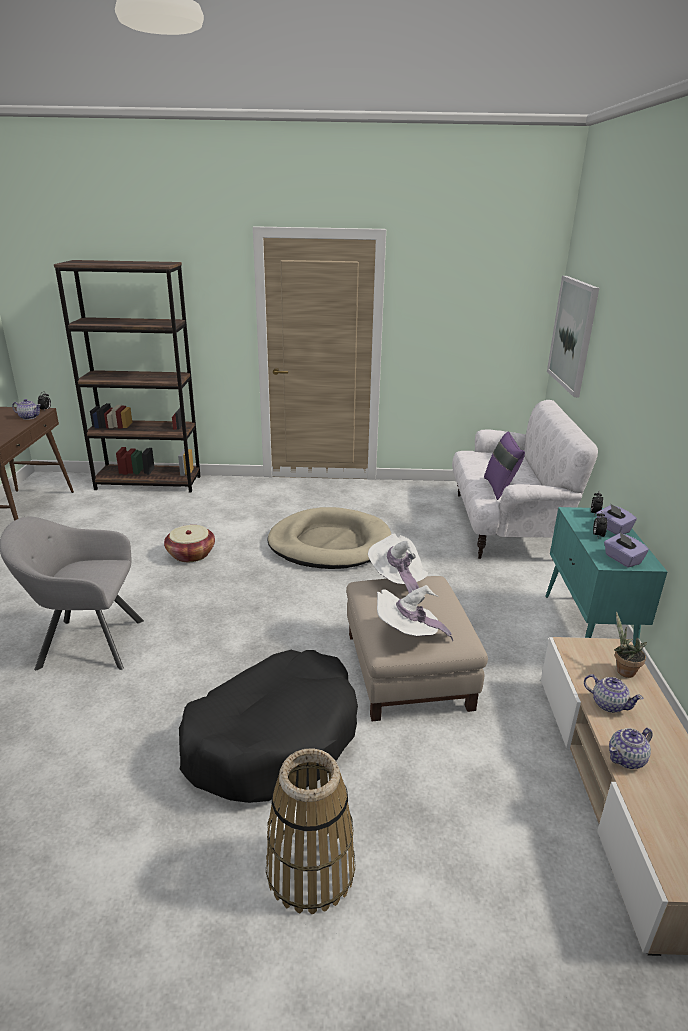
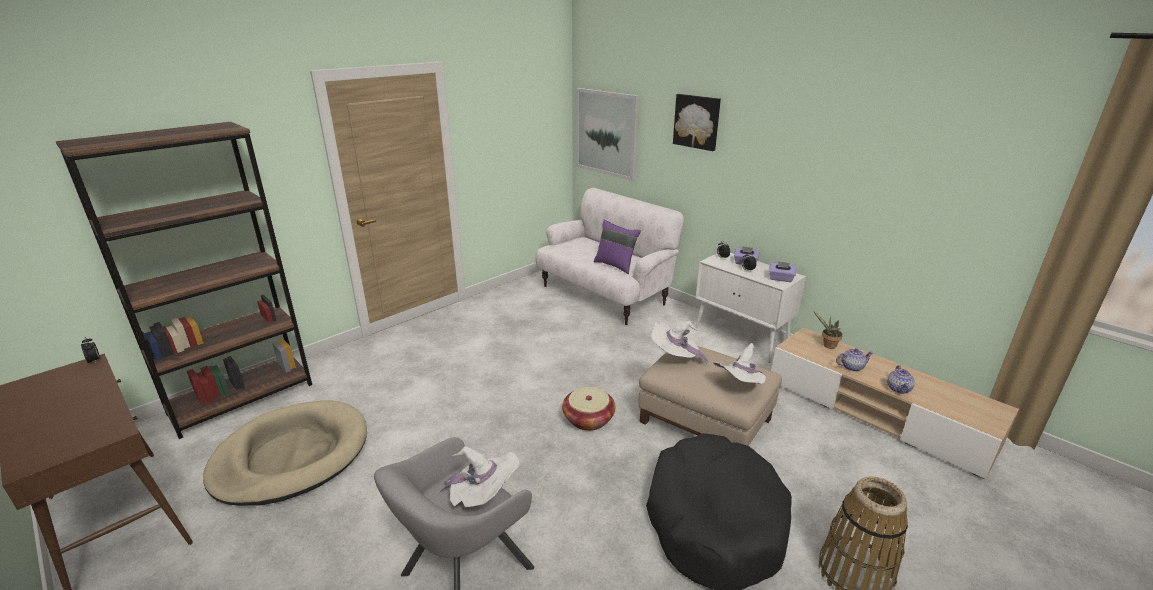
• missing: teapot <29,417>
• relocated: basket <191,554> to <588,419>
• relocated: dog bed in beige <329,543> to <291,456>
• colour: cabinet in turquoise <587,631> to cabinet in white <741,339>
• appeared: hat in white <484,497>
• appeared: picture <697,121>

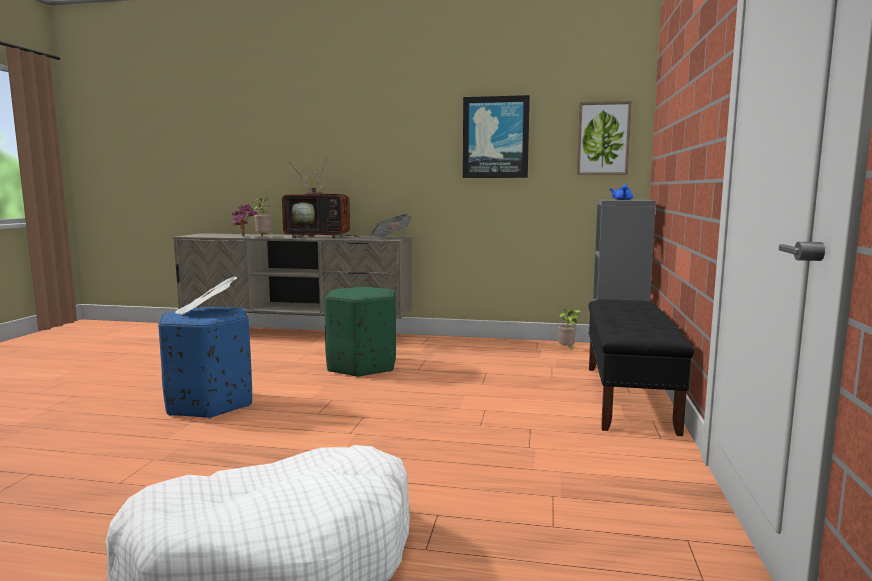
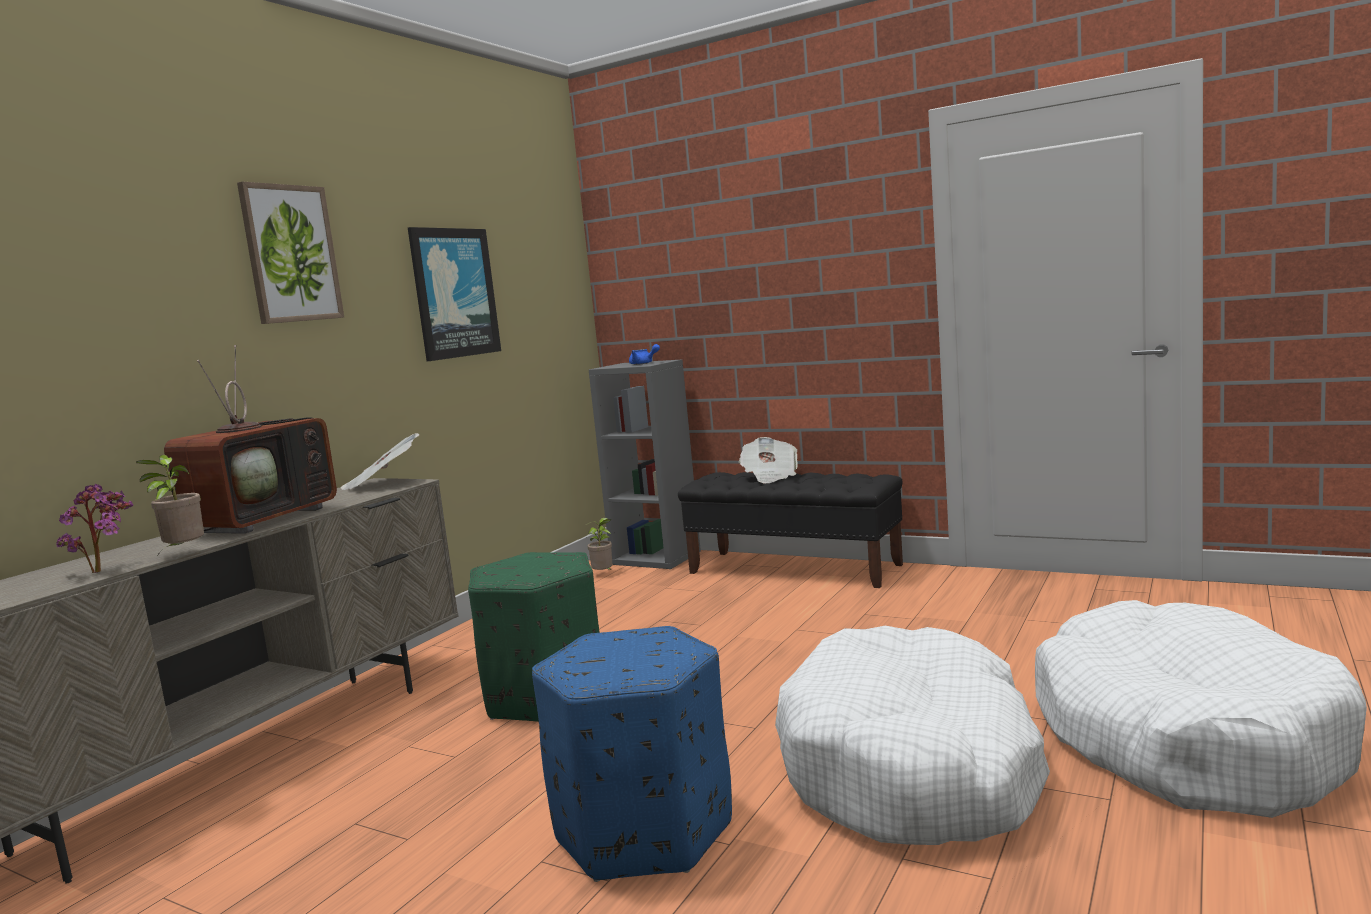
• relocated: newspaper <206,312> to <770,476>
• relocated: picture <603,138> to <290,254>
• appeared: dog bed in white <911,767>

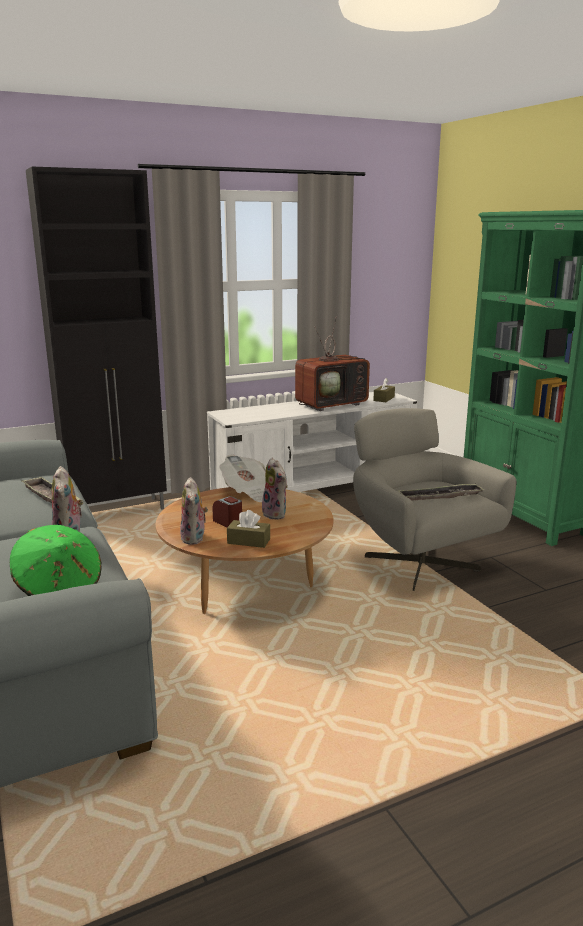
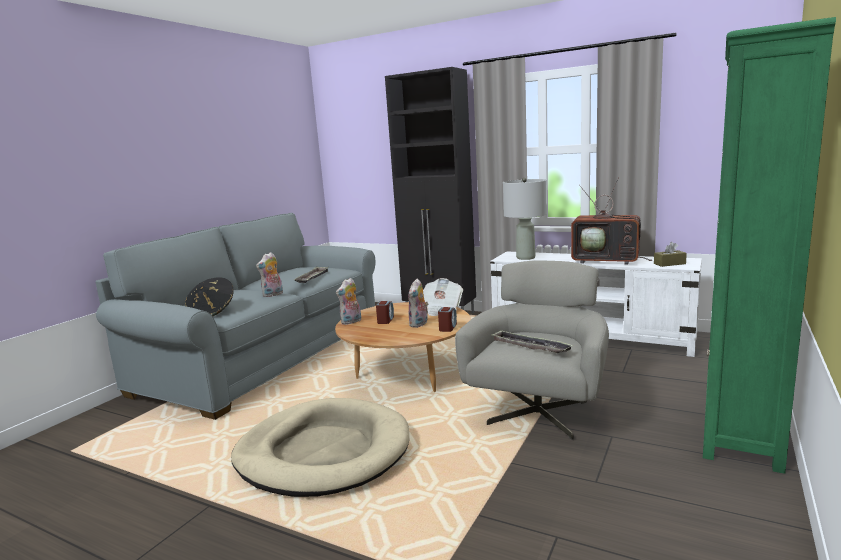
• colour: hat in green <59,588> to hat in black <212,312>
• missing: tissue box in brown <248,541>
• appeared: dog bed in beige <323,452>
• appeared: alarm clock <447,327>
• appeared: table lamp in grey <526,257>

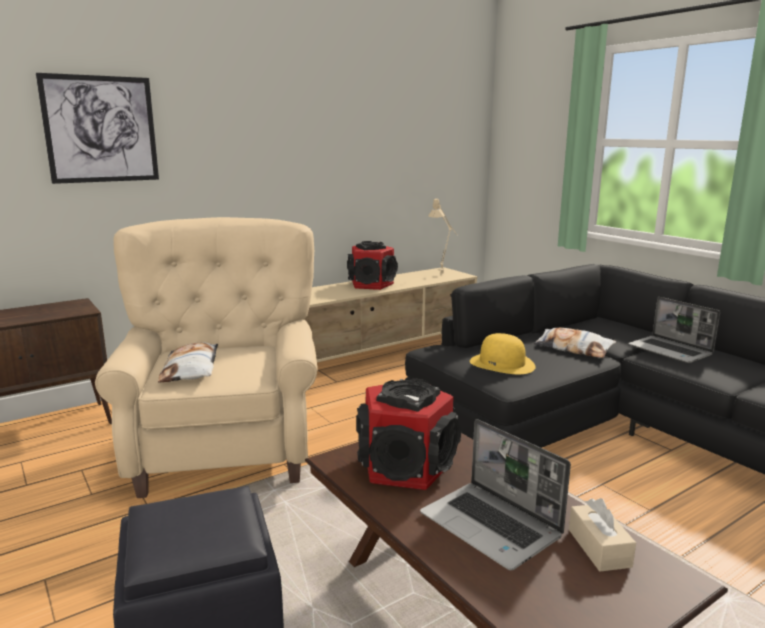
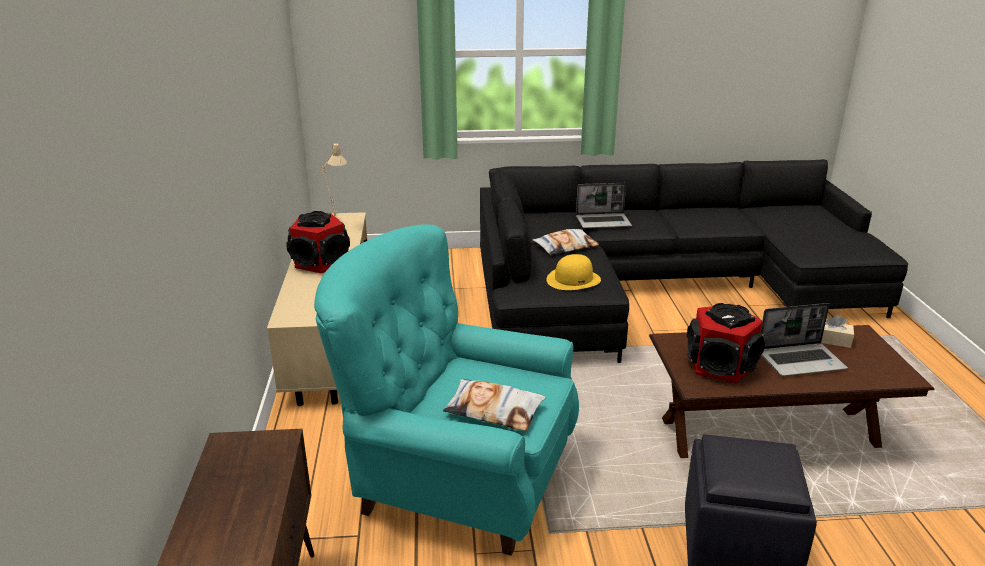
• missing: picture <101,129>
• colour: armchair in beige <226,447> to armchair in turquoise <455,479>

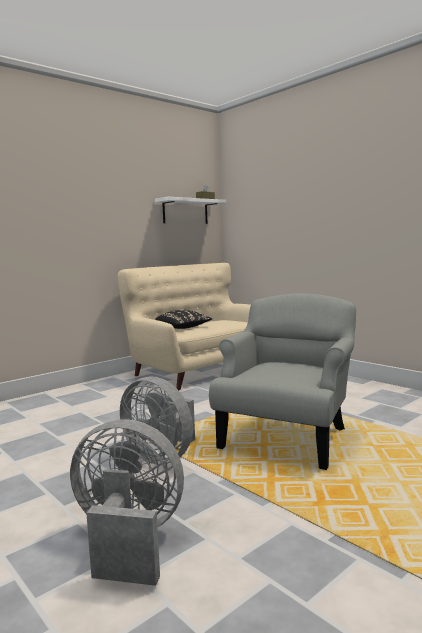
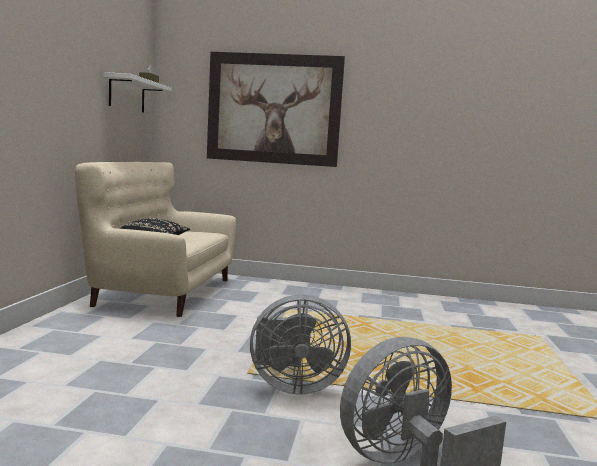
• missing: armchair in grey <287,438>
• appeared: picture <273,109>

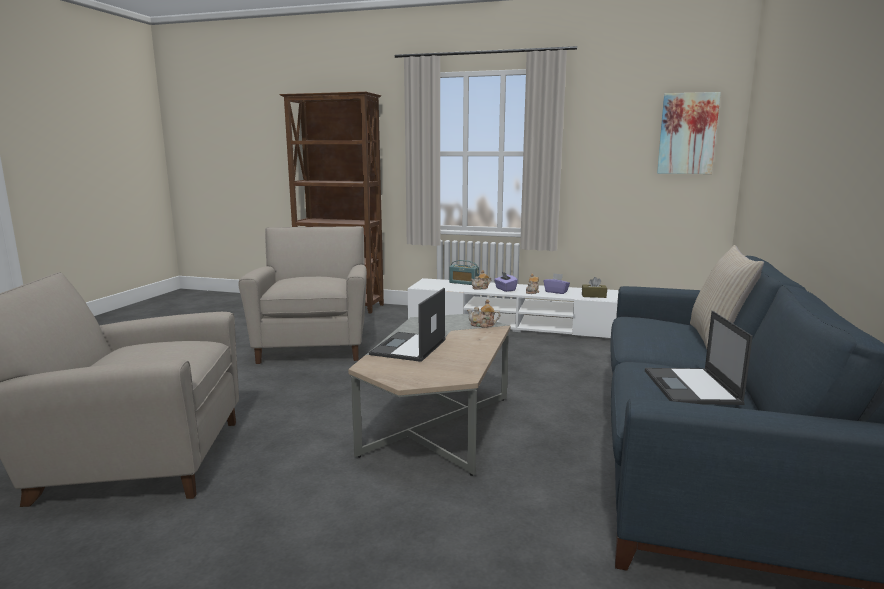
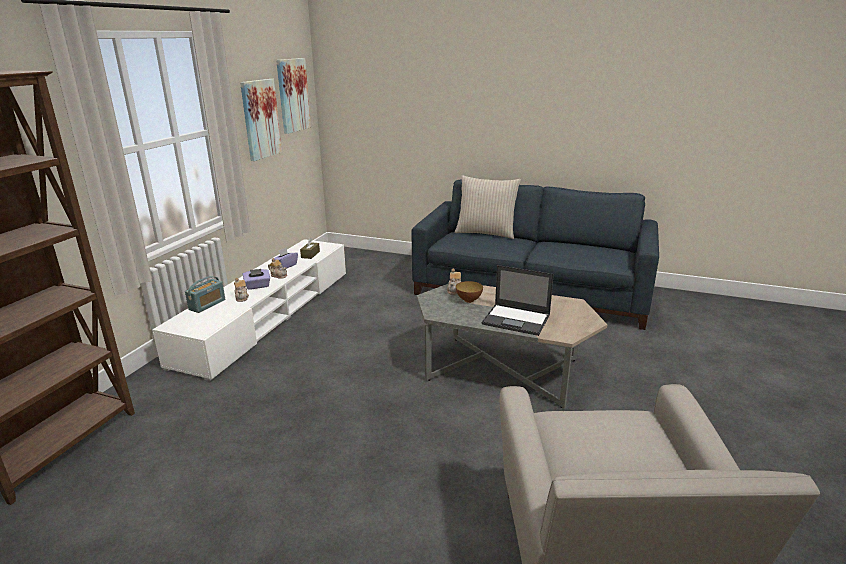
• missing: armchair in beige <314,343>
• missing: laptop <692,387>
• appeared: picture <260,119>
• appeared: bowl <469,300>

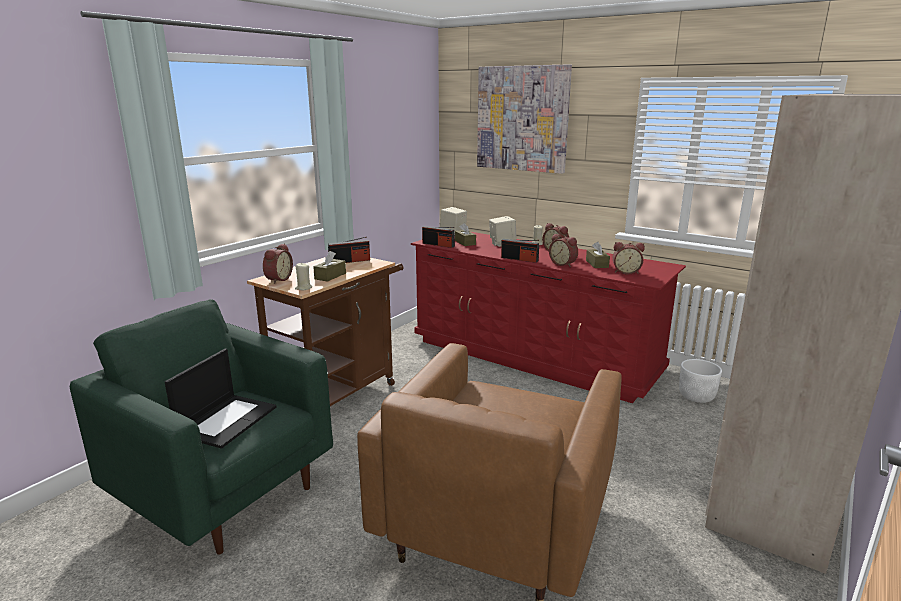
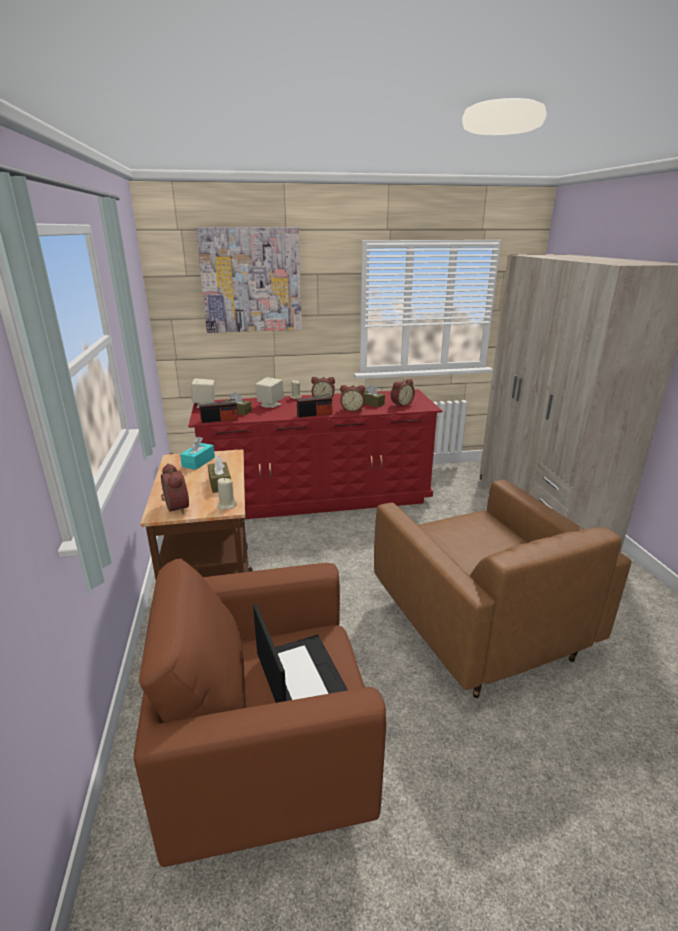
• colour: armchair in green <224,493> to armchair in brown <267,762>
• exchanged: radio <350,261> to tissue box in turquoise <198,462>
• missing: planter in white <696,396>

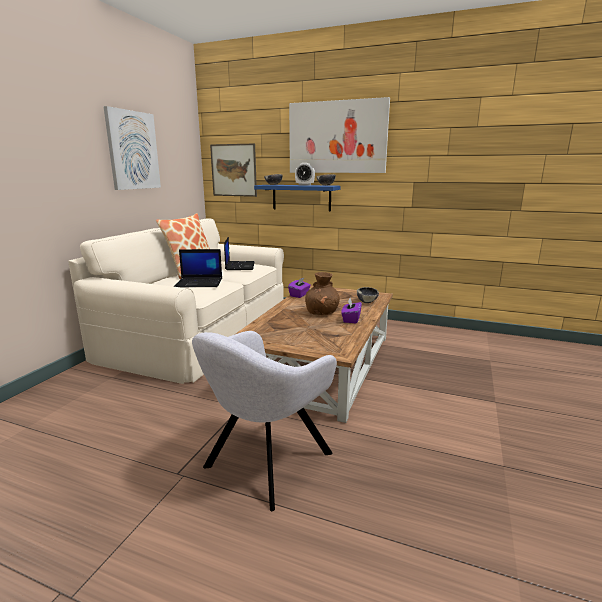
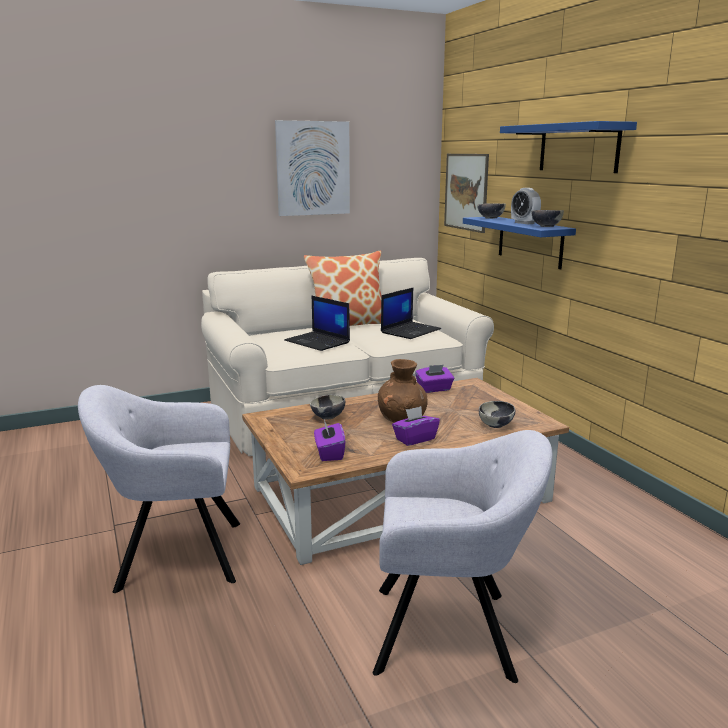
• exchanged: picture <337,137> to shelf in blue <578,148>
• appeared: bowl <328,417>
• appeared: tissue box in purple <329,453>
• appeared: armchair in grey <450,632>

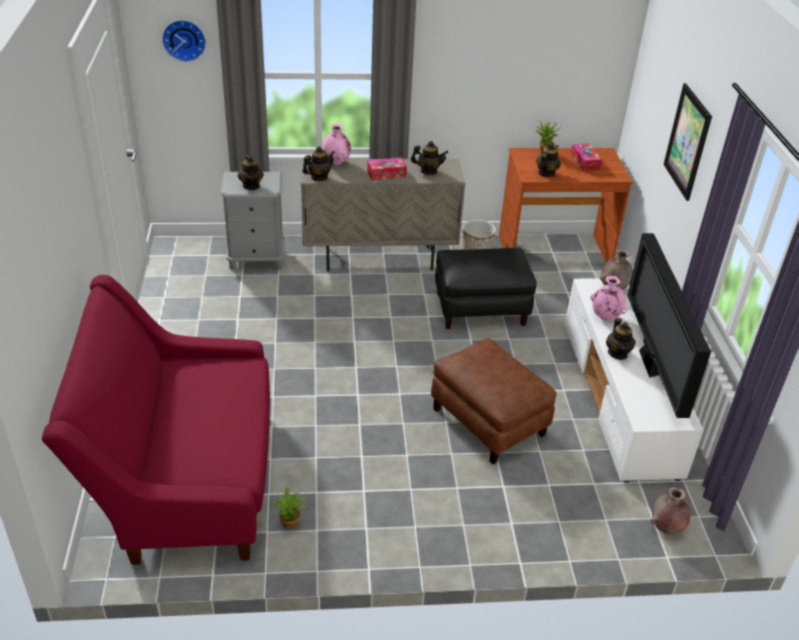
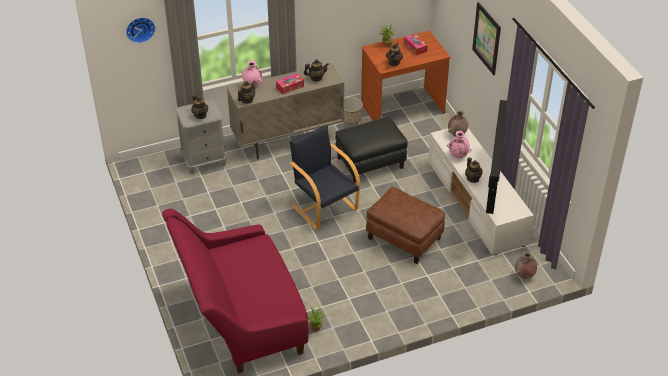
• spun: television <650,365> = <493,182> 150 degrees counterclockwise
• appeared: armchair in black <324,207>

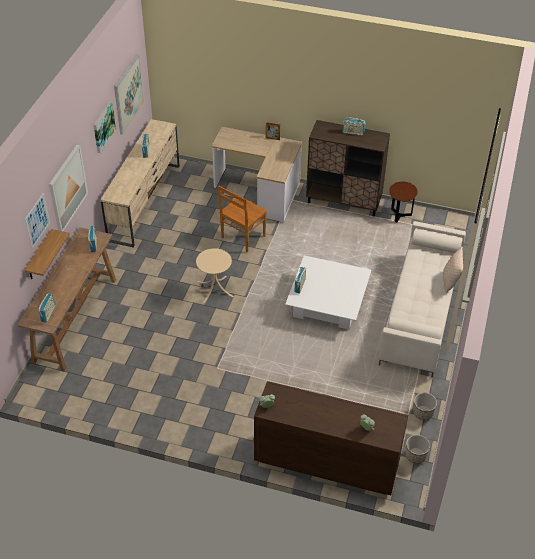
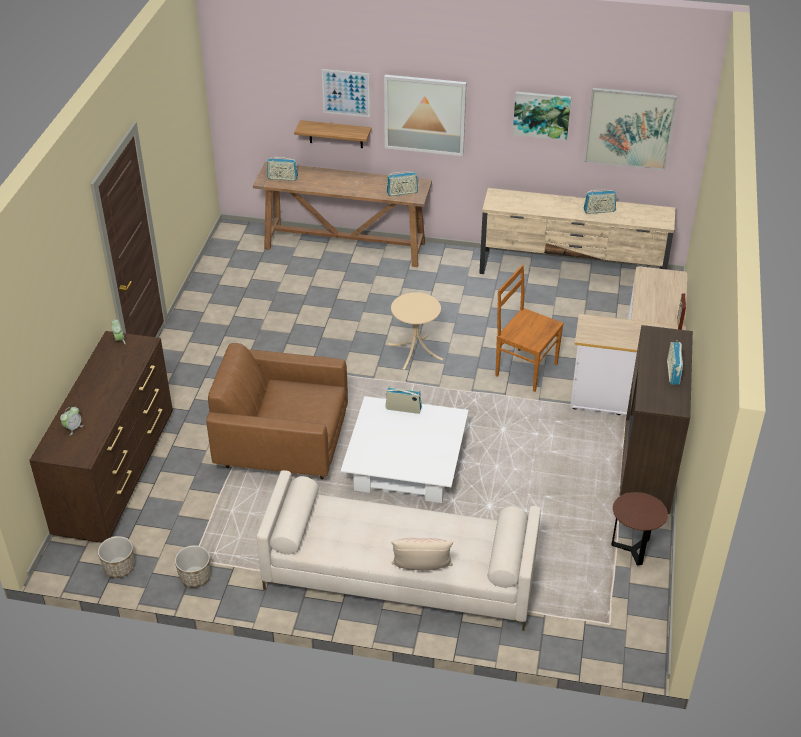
• appeared: armchair in brown <282,446>

